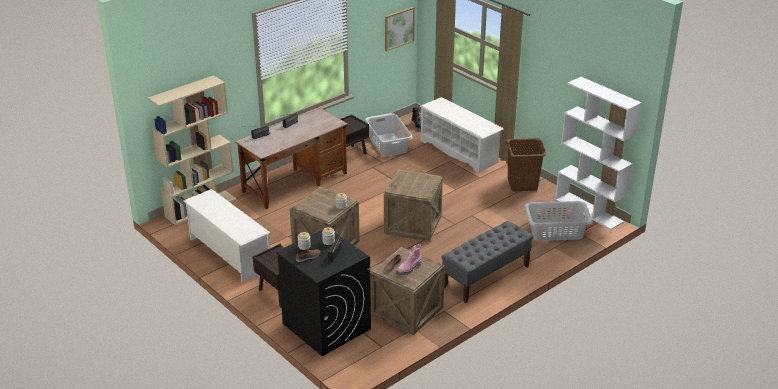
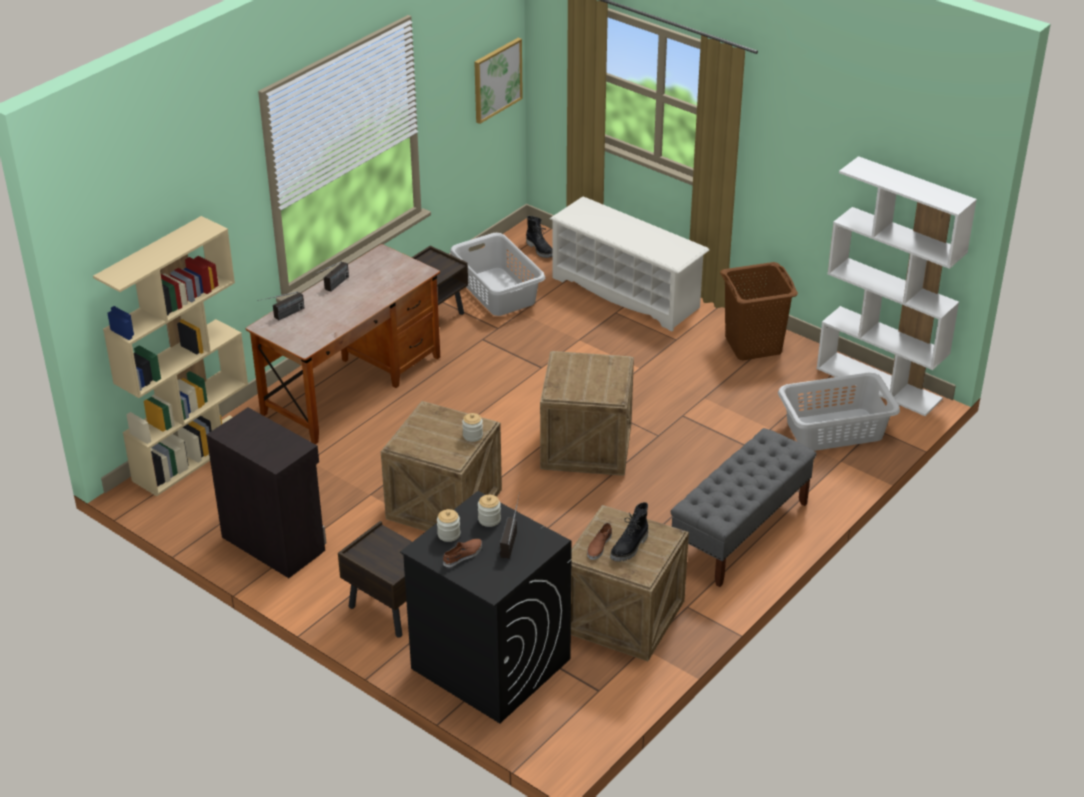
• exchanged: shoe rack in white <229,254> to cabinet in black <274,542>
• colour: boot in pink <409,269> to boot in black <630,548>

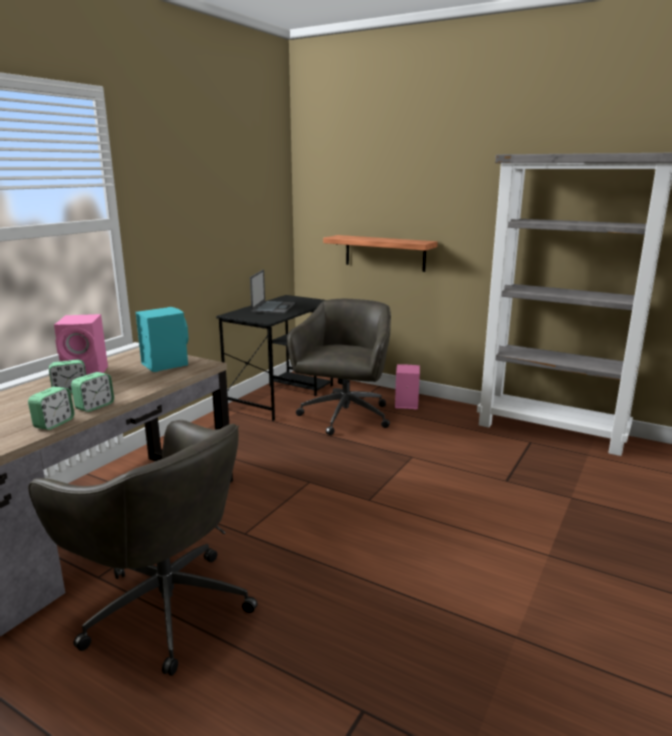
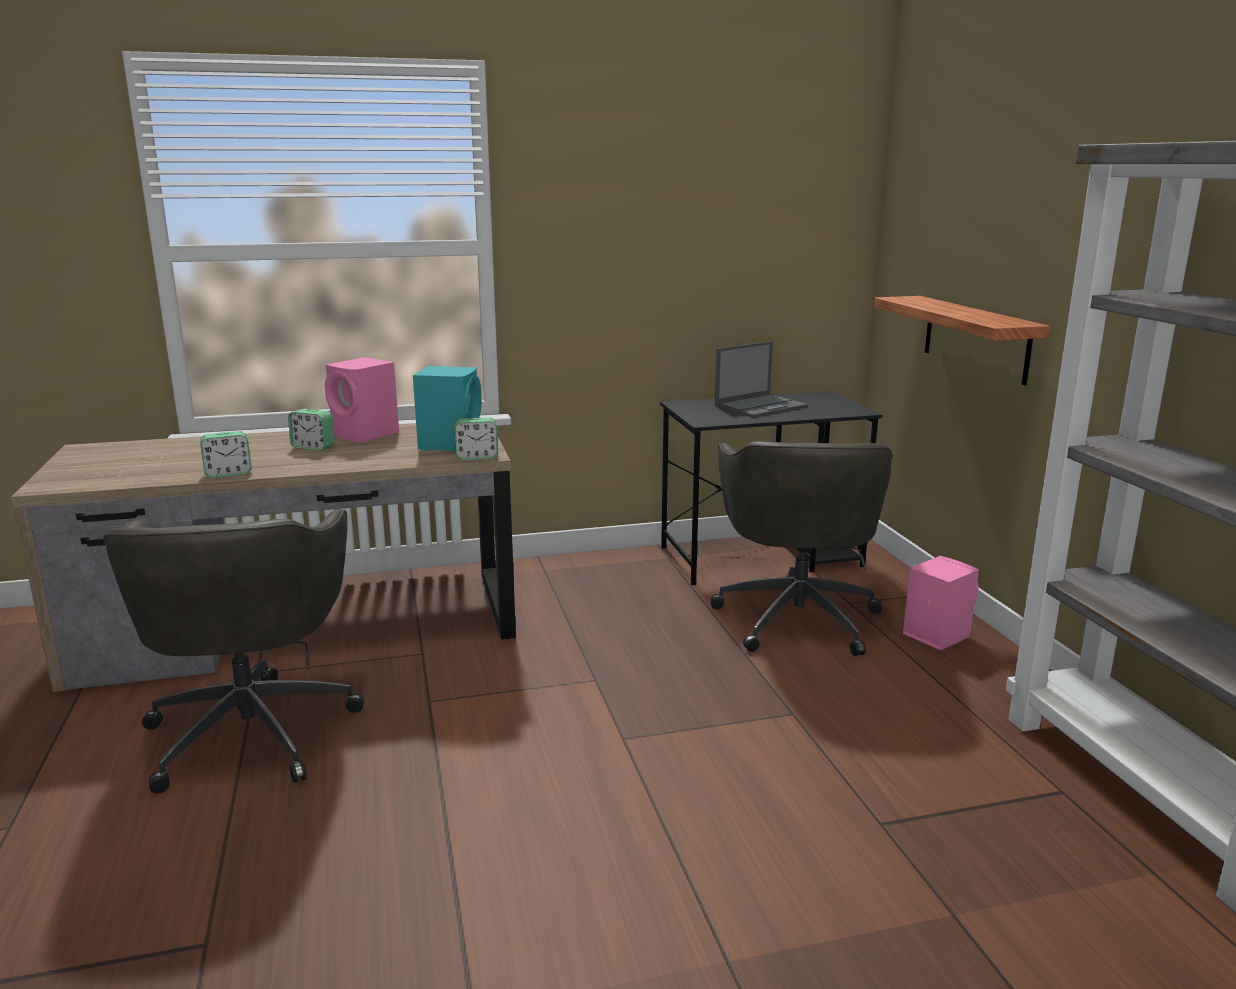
• relocated: alarm clock <95,406> to <476,457>
• spun: office chair in grey <344,417> = <797,617> 120 degrees clockwise

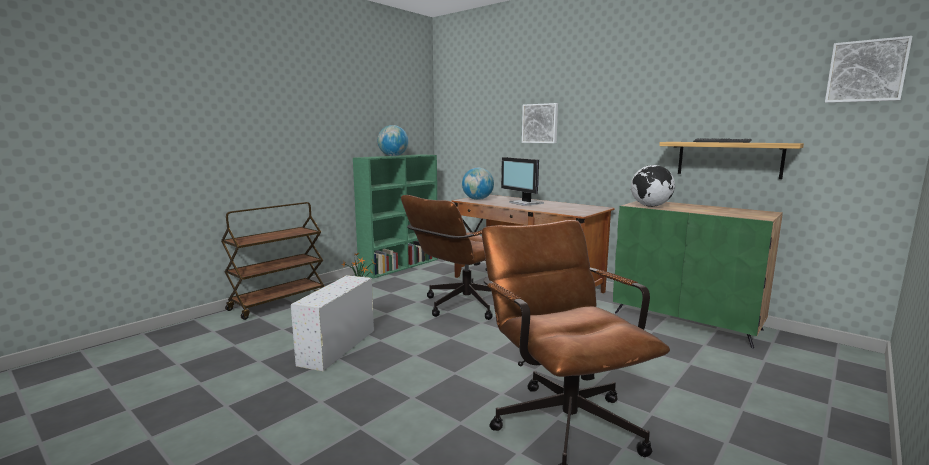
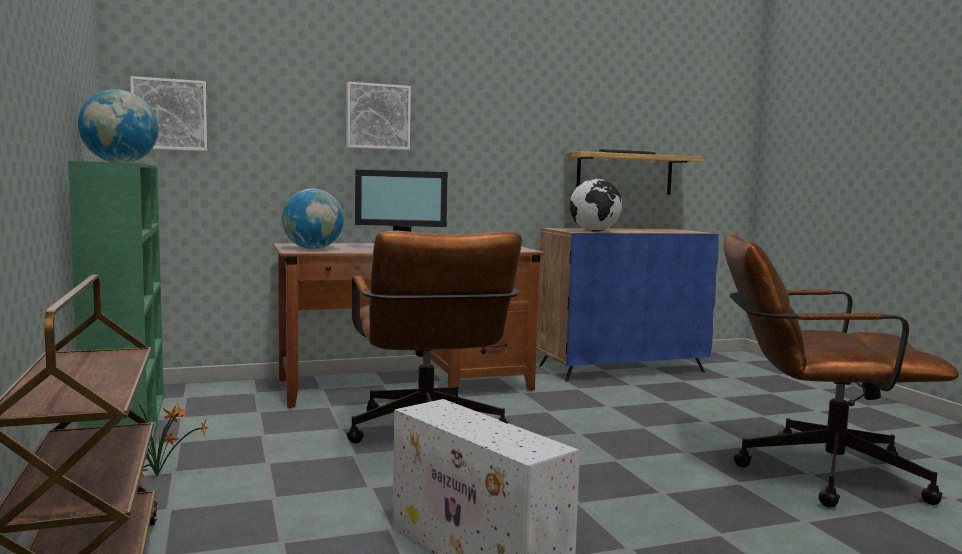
• colour: cabinet in green <686,321> to cabinet in blue <622,368>
• relocated: picture <866,71> to <169,114>

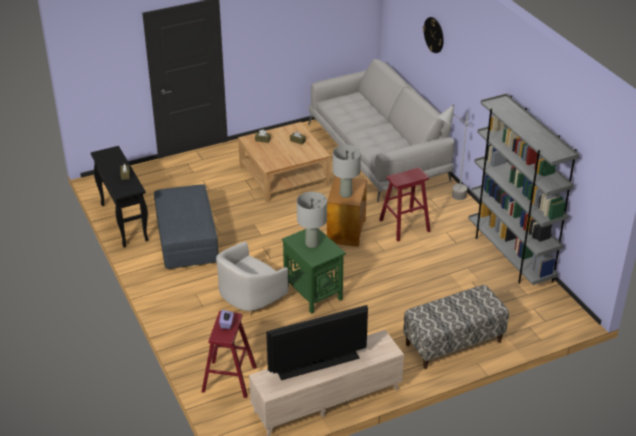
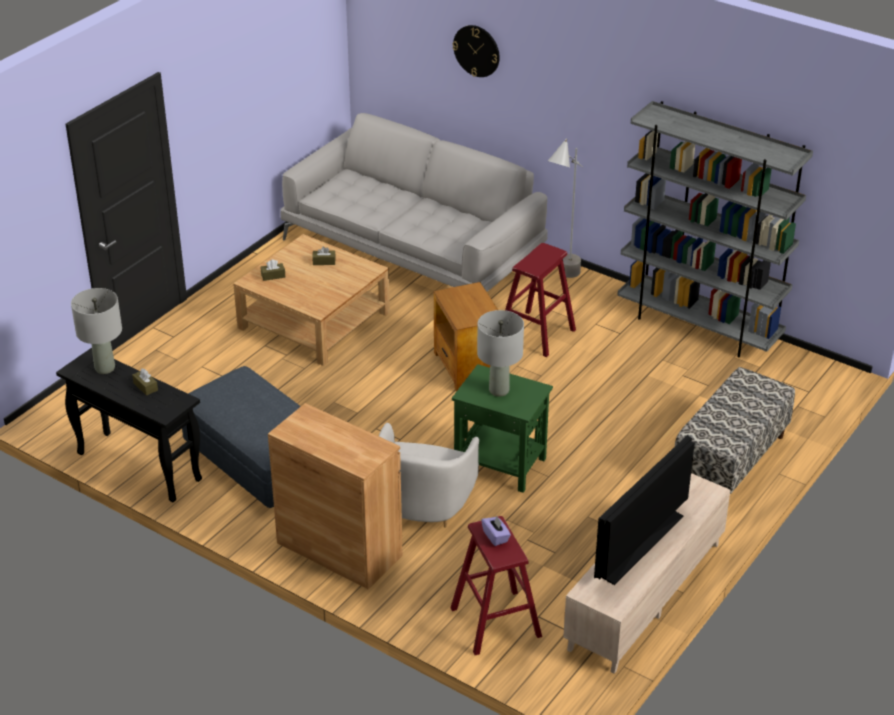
• relocated: table lamp in grey <346,194> to <105,368>
• appeared: cabinet in brown <339,549>

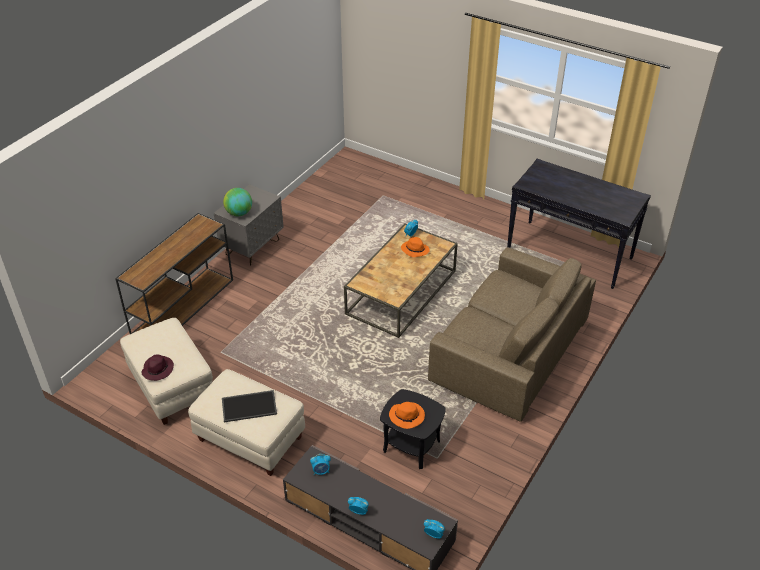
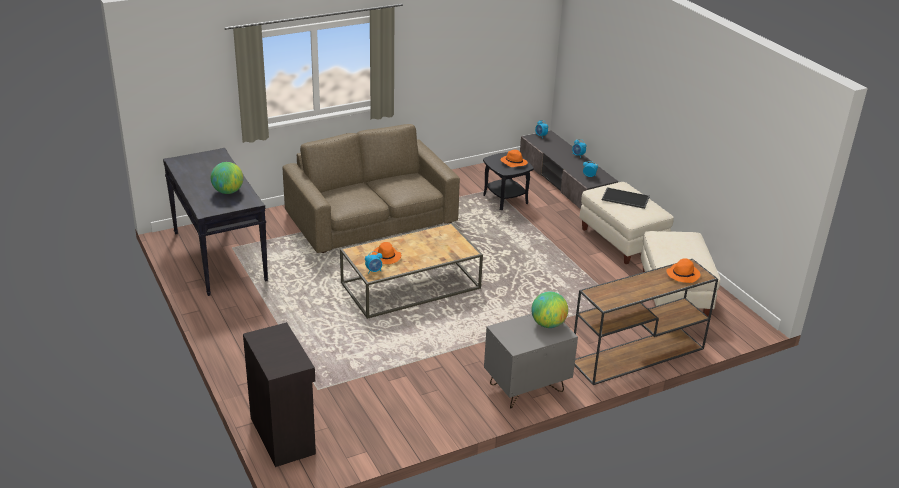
• missing: hat in purple <157,369>
• appeared: globe <228,191>
• appeared: cabinet in black <283,435>
• appeared: hat in orange <683,274>

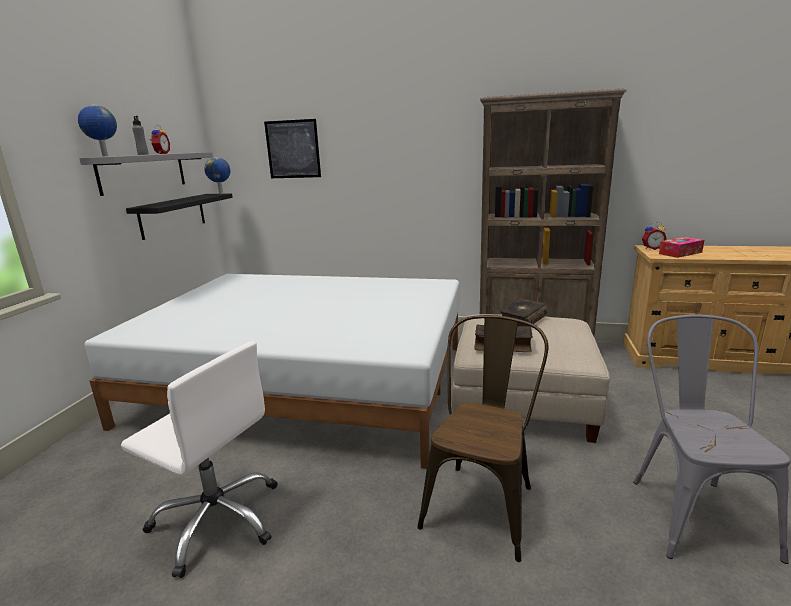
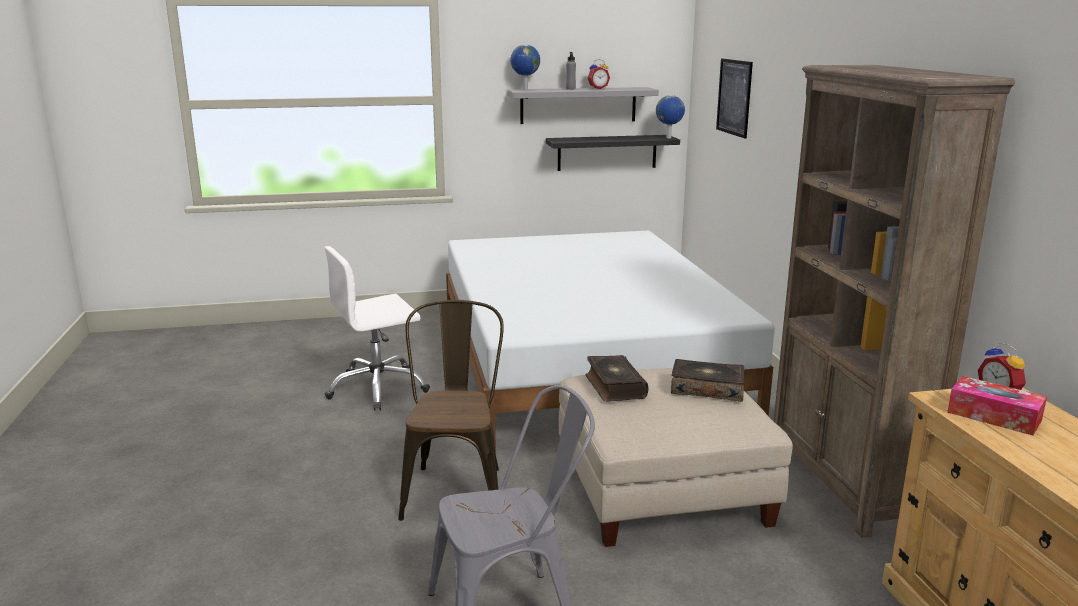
• spun: office chair in white <217,519> = <378,388> 60 degrees clockwise
• spun: chair in brown <483,501> = <456,487> 90 degrees counterclockwise

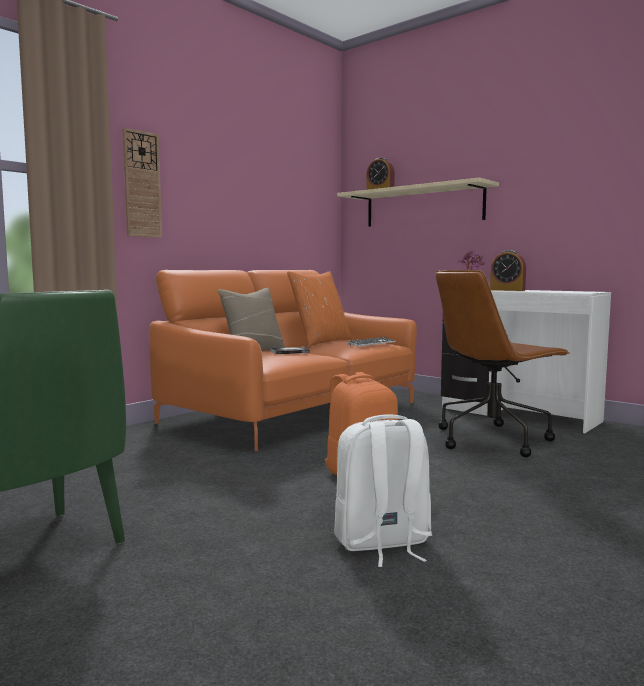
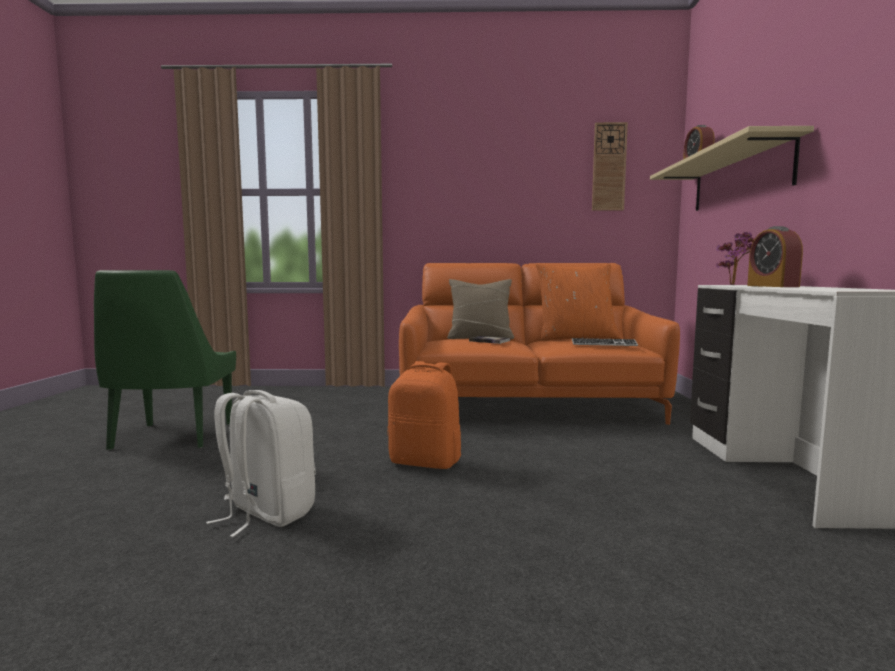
• relocated: wall clock <142,184> to <609,167>
• missing: office chair in brown <493,439>

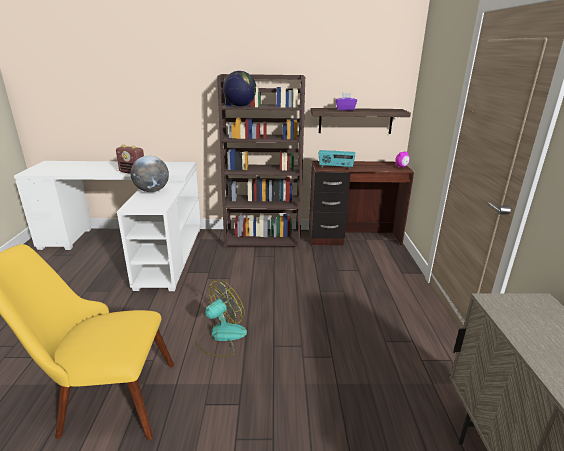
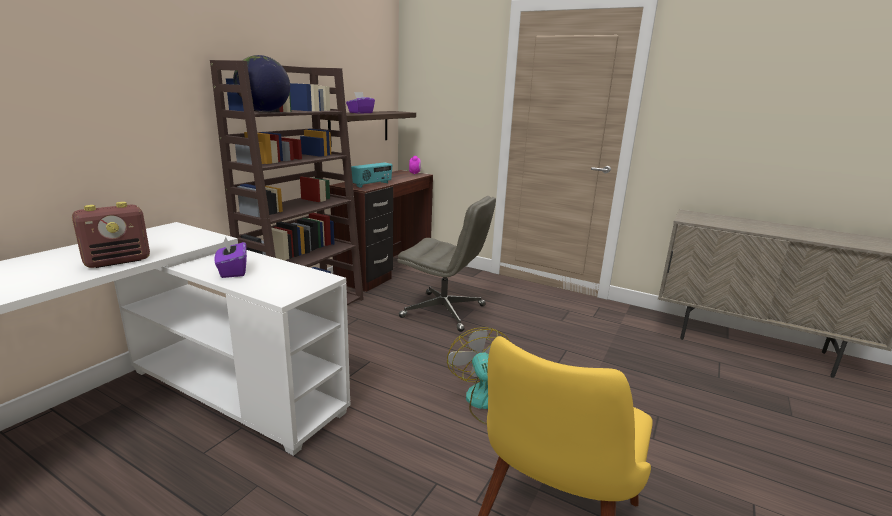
• exchanged: globe <152,191> to tissue box in purple <233,271>
• appeared: office chair in grey <444,311>

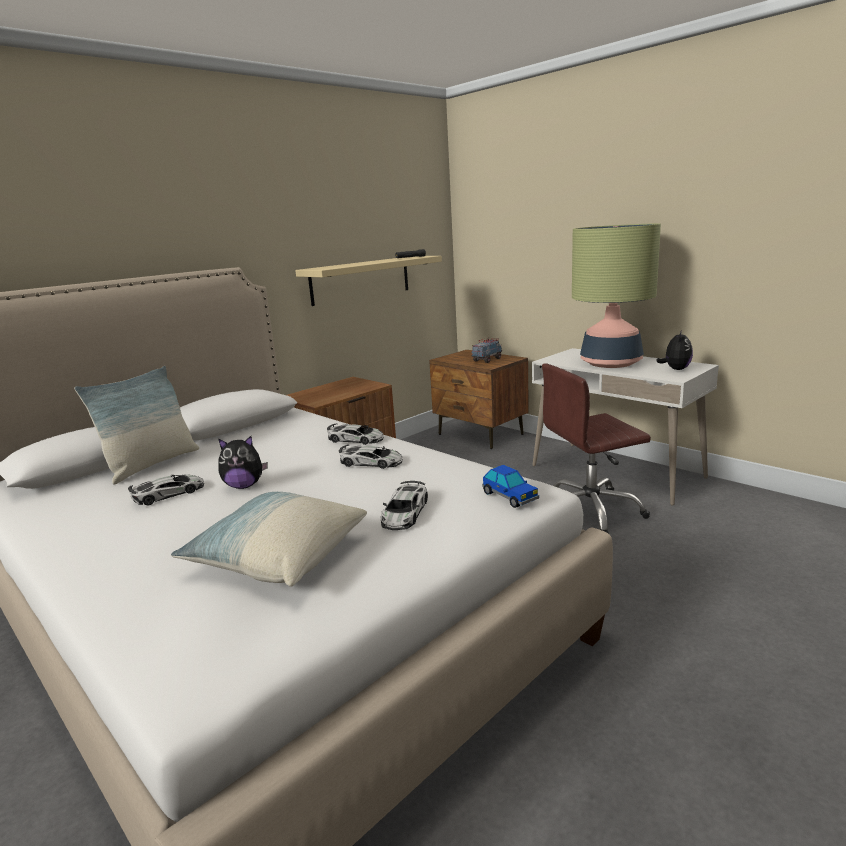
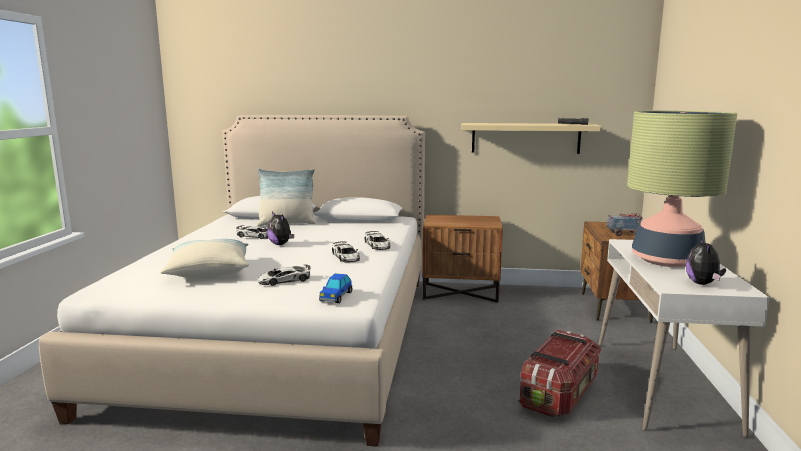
• exchanged: office chair in brown <590,512> to storage box <560,393>
• spun: plush toy <675,369> = <703,283> 120 degrees clockwise

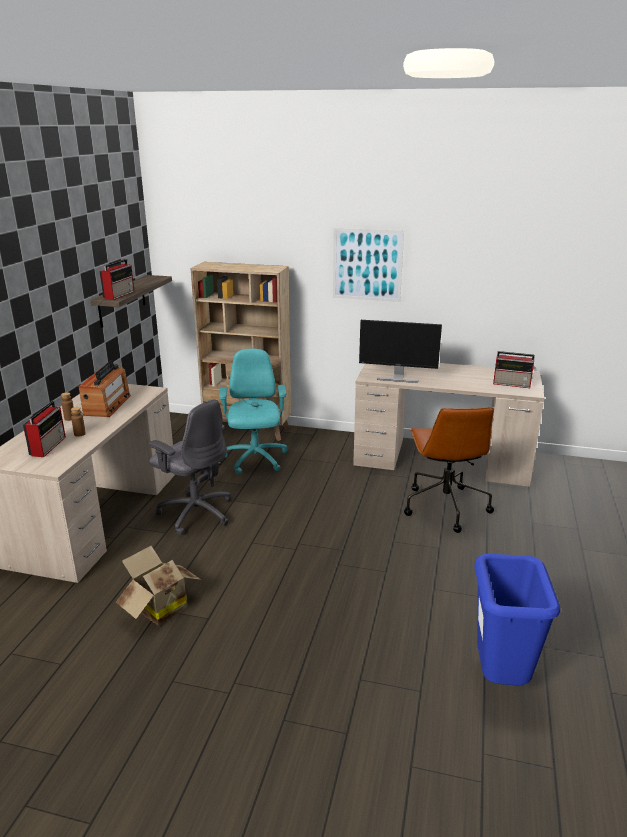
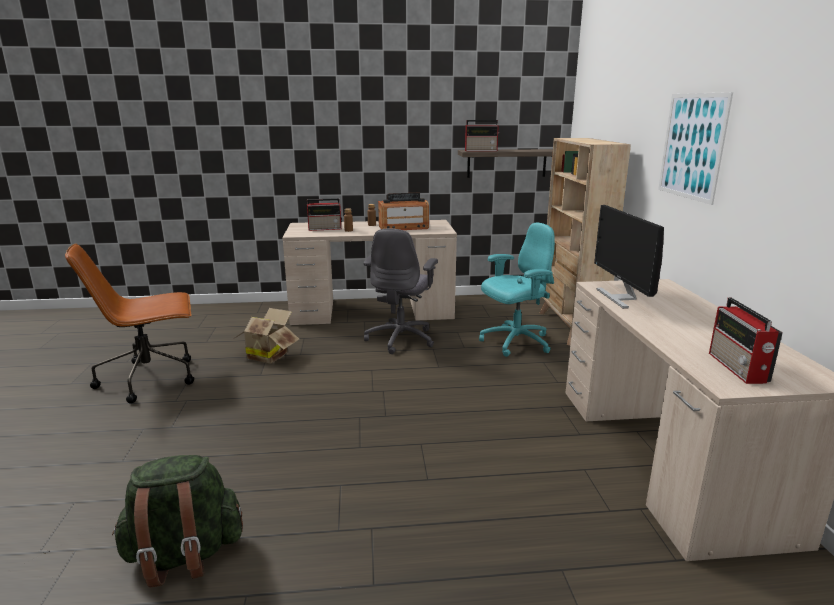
• relocated: office chair in brown <444,506> to <150,378>
• exchanged: trash can in blue <500,679> to backpack in green <184,555>

